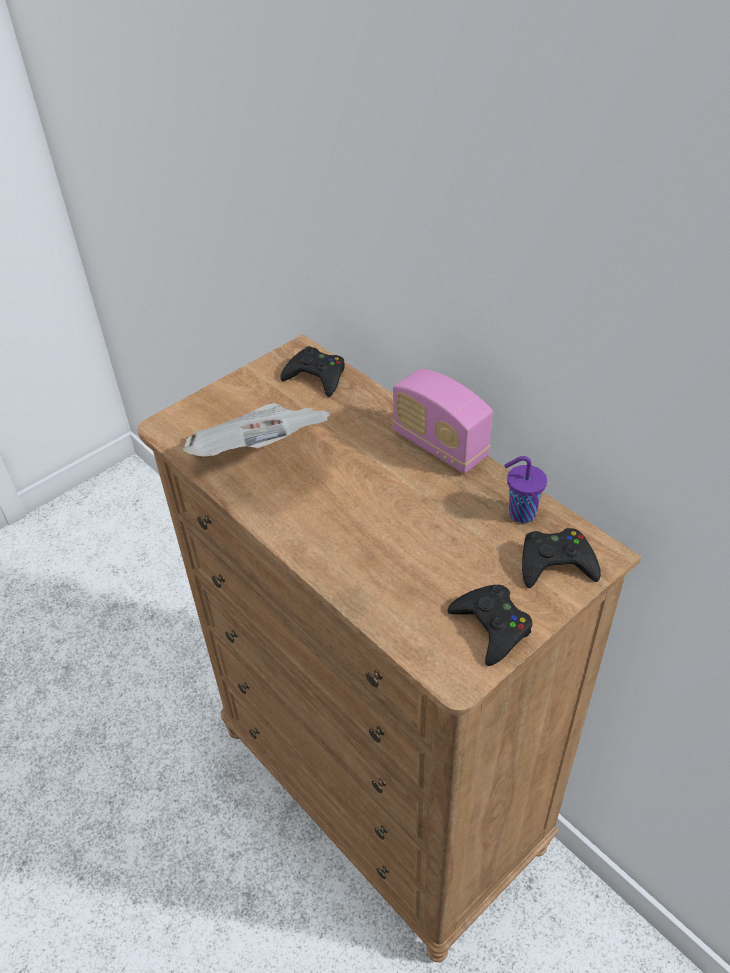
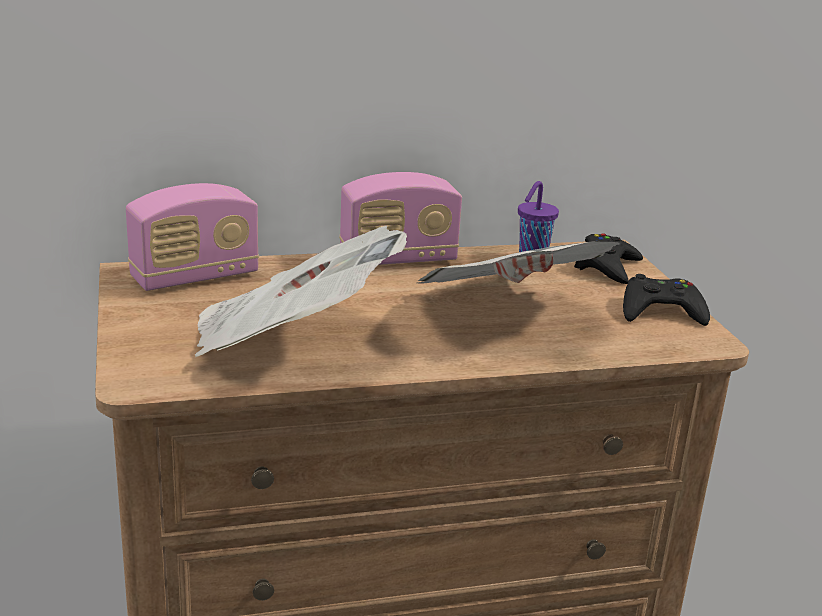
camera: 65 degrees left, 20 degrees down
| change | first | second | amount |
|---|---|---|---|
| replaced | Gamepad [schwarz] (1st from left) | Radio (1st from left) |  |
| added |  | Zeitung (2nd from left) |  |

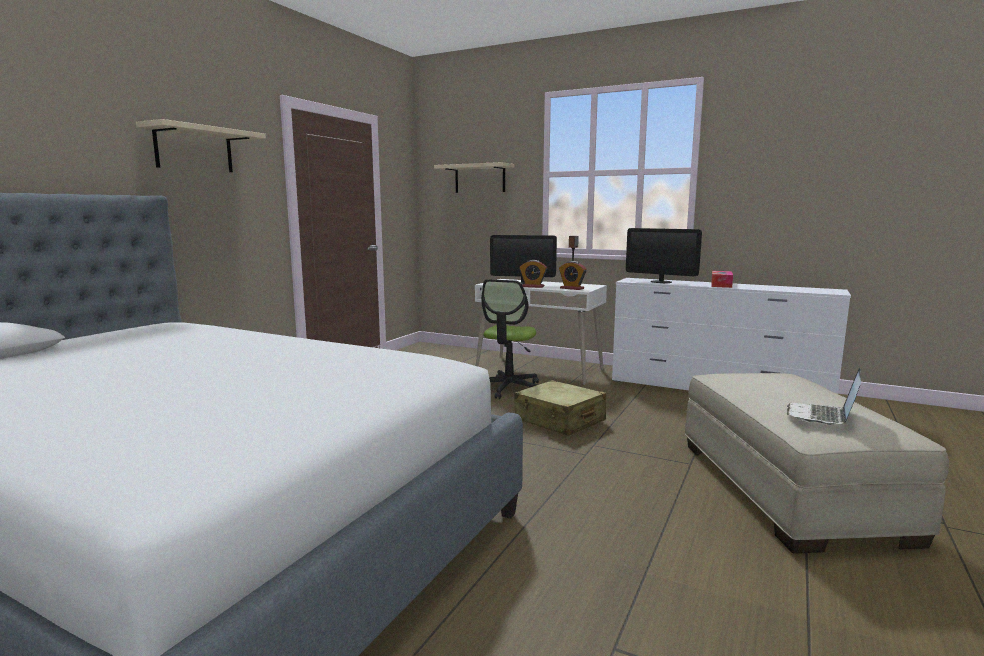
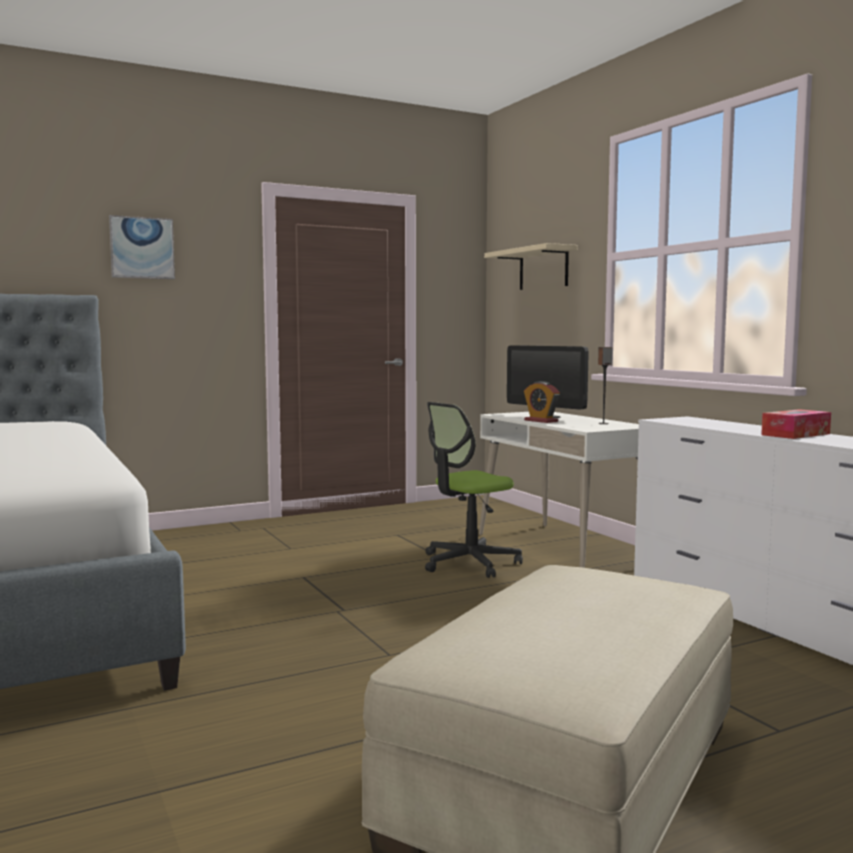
camera: 35 degrees right, 5 degrees down
| change | first | second | amount |
|---|---|---|---|
| replaced | Wandregal [beige] (1st from left) | Bild |  |
| removed | Koffer [beige] |  |  |
| removed | Wecker (2nd from left) |  |  |
| removed | Monitor (2nd from left) |  |  |
| removed | Laptop |  |  |

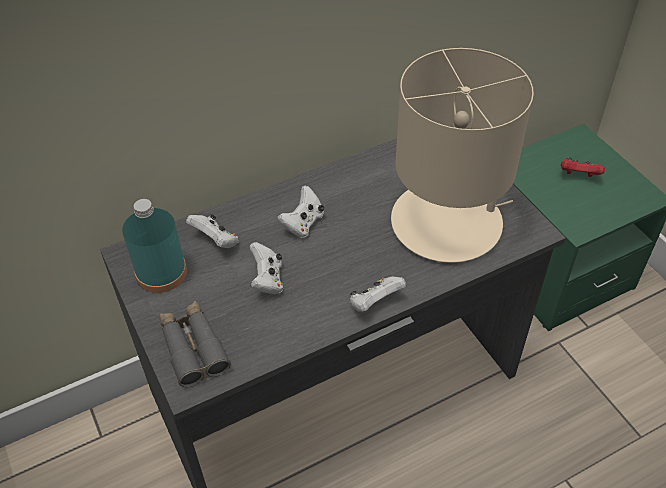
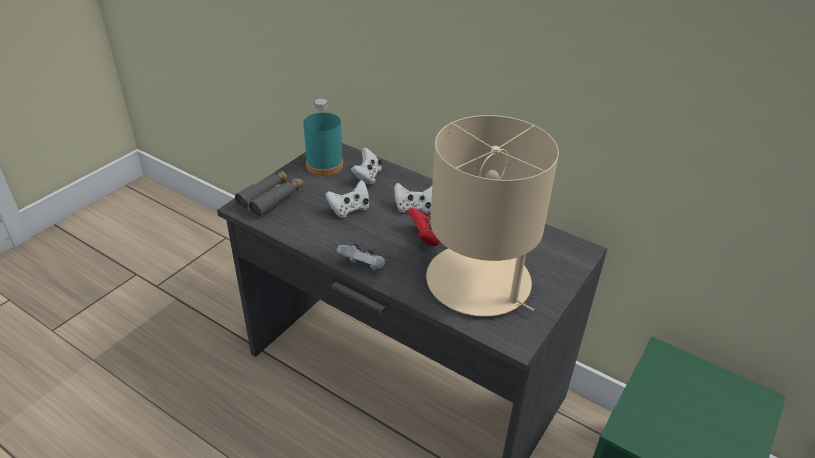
camera: 60 degrees right, 10 degrees down
| change | first | second | amount |
|---|---|---|---|
| moved | Gamepad [rot] |  |  |

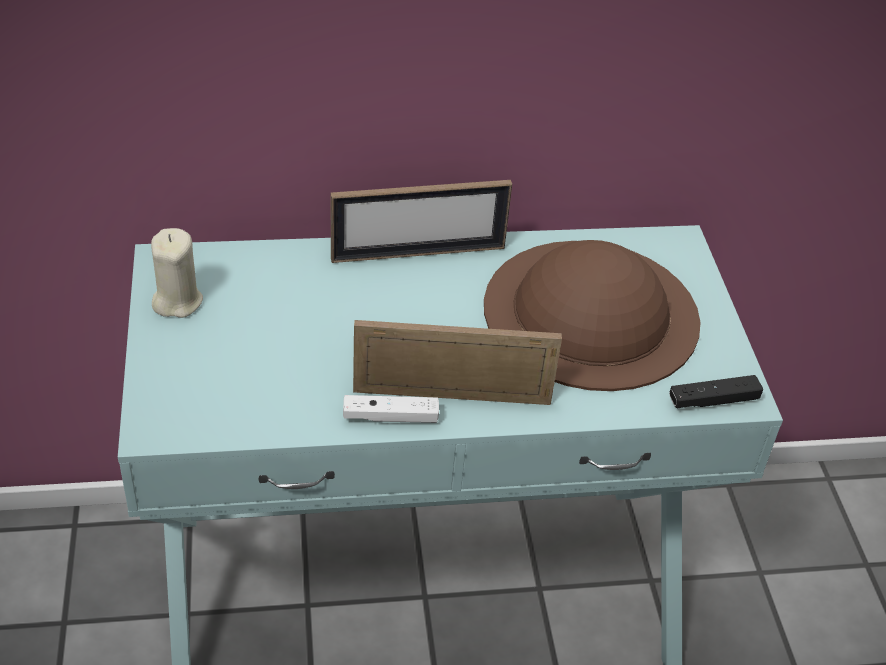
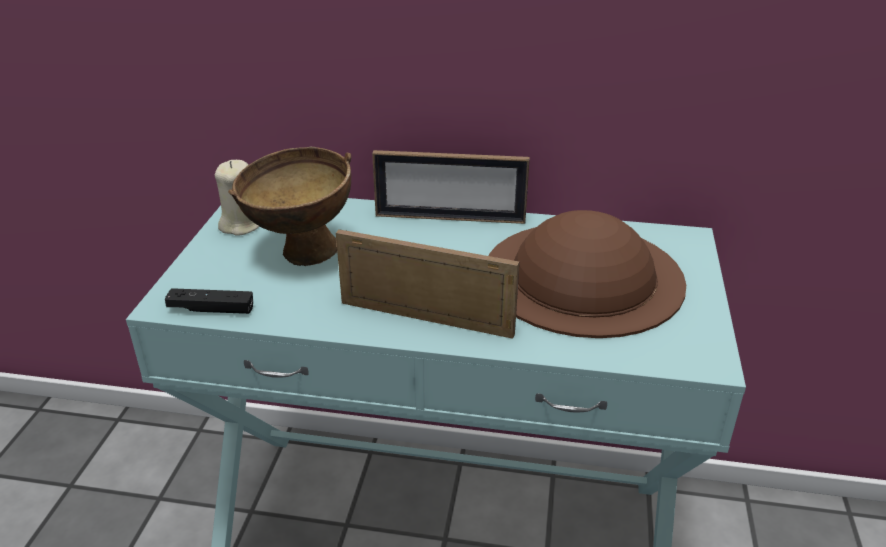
camera: 20 degrees right, 10 degrees down
| change | first | second | amount |
|---|---|---|---|
| moved | Gamepad [schwarz] |  |  |
| added |  | Schüssel [braun] |  |
| removed | Gamepad [weiß] |  |  |

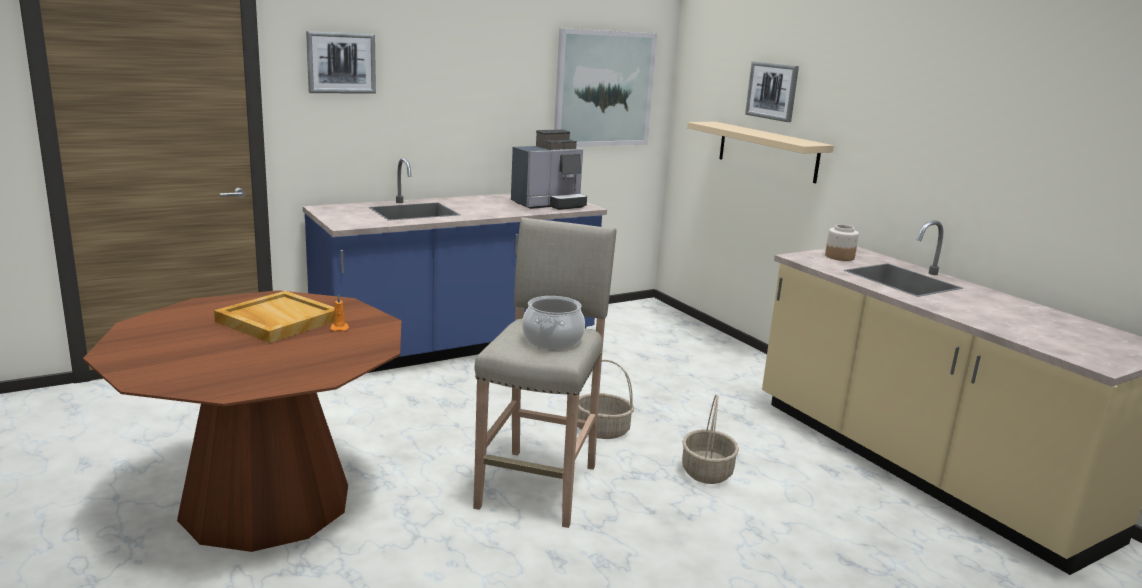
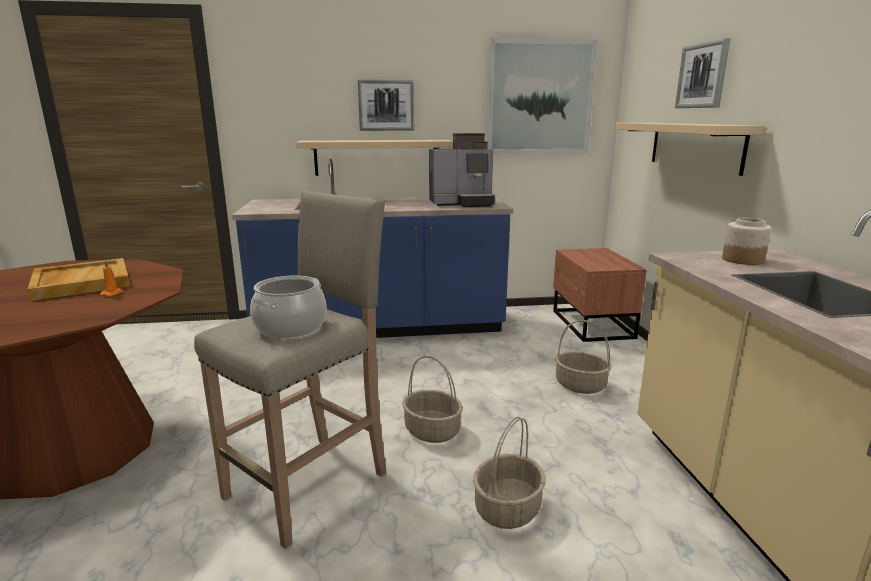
camera: 25 degrees right, 0 degrees up
| change | first | second | amount |
|---|---|---|---|
| added |  | Wandregal [beige] (1st from left) |  |
| moved | Bild (1st from left) |  |  |
| added |  | Nachttisch [braun] |  |
| added |  | Korb (3rd from left) |  |

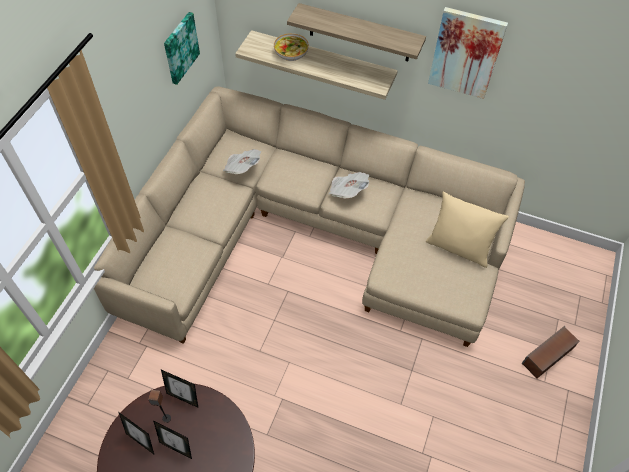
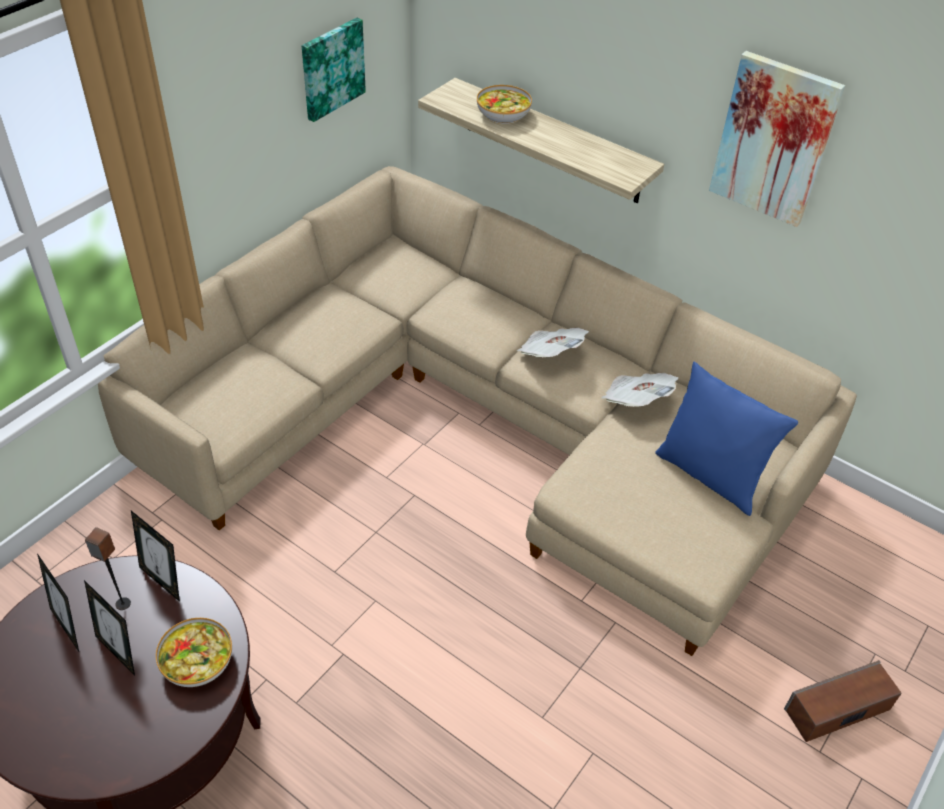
camera: 15 degrees right, 10 degrees down
| change | first | second | amount |
|---|---|---|---|
| added |  | Schüssel (1st from left) |  |
| moved | Zeitung (1st from left in the first image) | Zeitung (2nd from left) |  |
| recoloured | Kissen [beige] | Kissen [blau] |  |
| removed | Wandregal (2nd from left) |  |  |

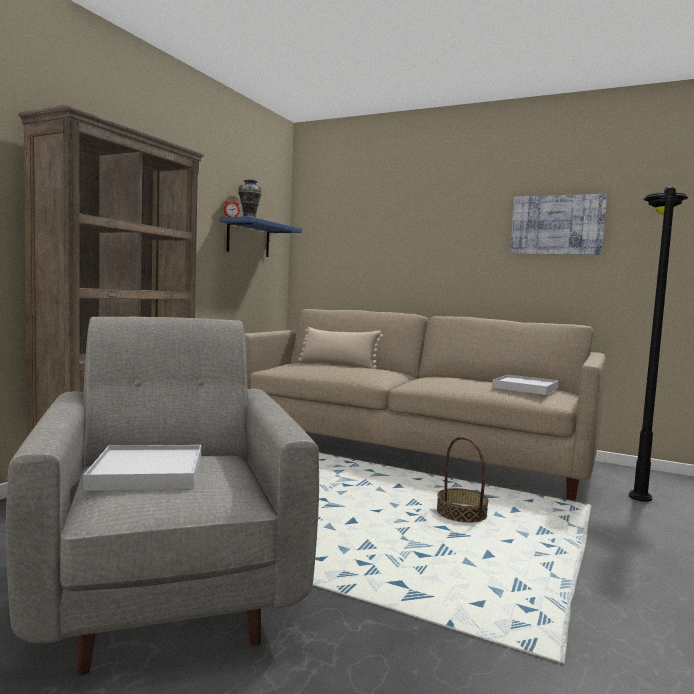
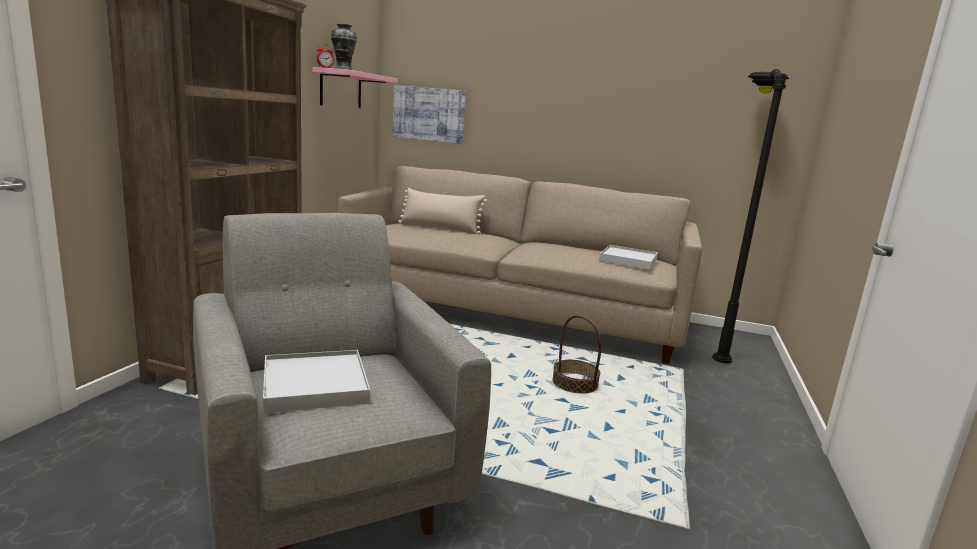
camera: 10 degrees left, 10 degrees up
| change | first | second | amount |
|---|---|---|---|
| recoloured | Wandregal [blau] | Wandregal [rosa] |  |
| moved | Bild |  |  |

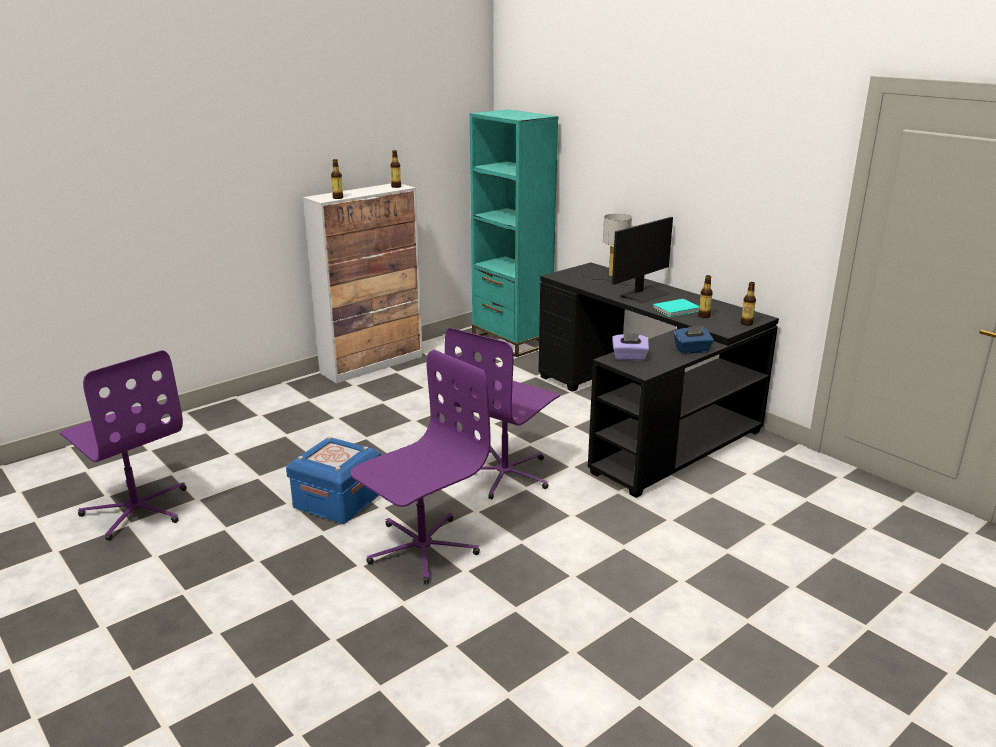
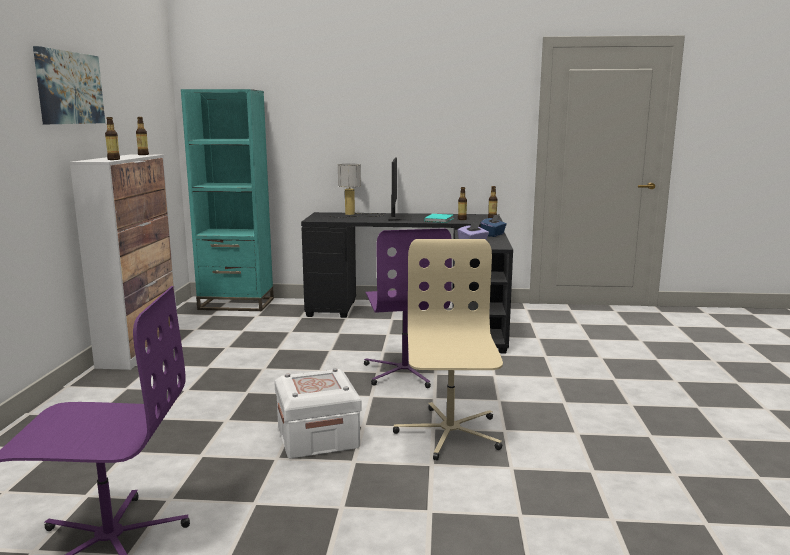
camera: 45 degrees left, 10 degrees down
| change | first | second | amount |
|---|---|---|---|
| added |  | Bild |  |
| recoloured | Aufbewahrungsbox [blau] | Aufbewahrungsbox [weiß] |  |
| recoloured | Bürostuhl [lila] (2nd from left) | Bürostuhl [beige] |  |

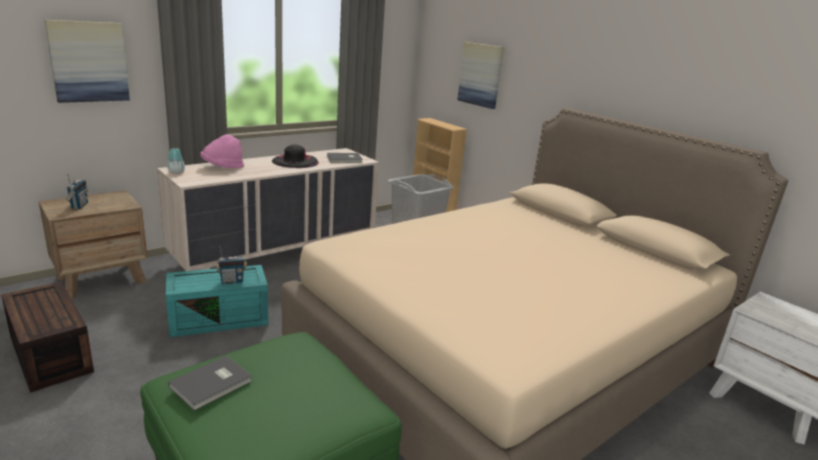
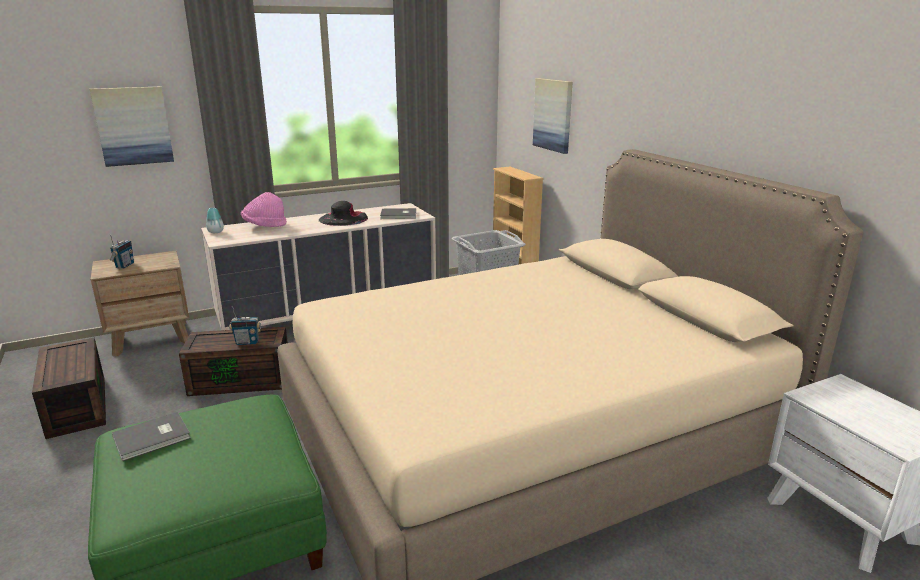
camera: 15 degrees right, 0 degrees up
| change | first | second | amount |
|---|---|---|---|
| recoloured | Aufbewahrungsbox [türkis] | Aufbewahrungsbox [braun] (2nd from left) |  |

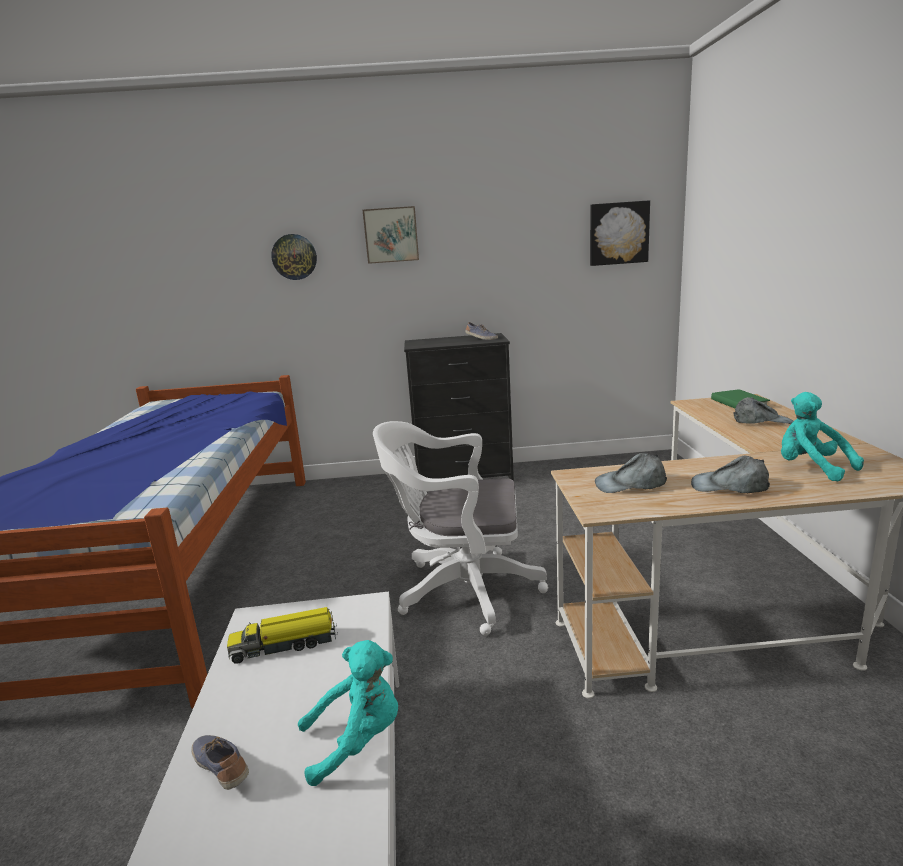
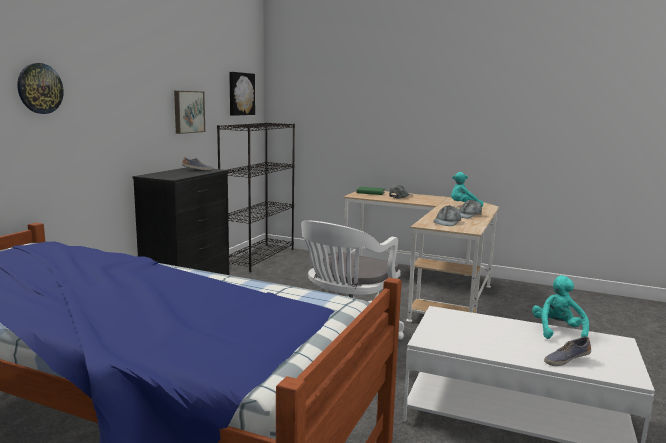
camera: 65 degrees left, 5 degrees down
| change | first | second | amount |
|---|---|---|---|
| moved | Bild (1st from left) |  |  |
| added |  | Bücherregal [schwarz] |  |
| removed | Spielzeuglaster |  |  |

